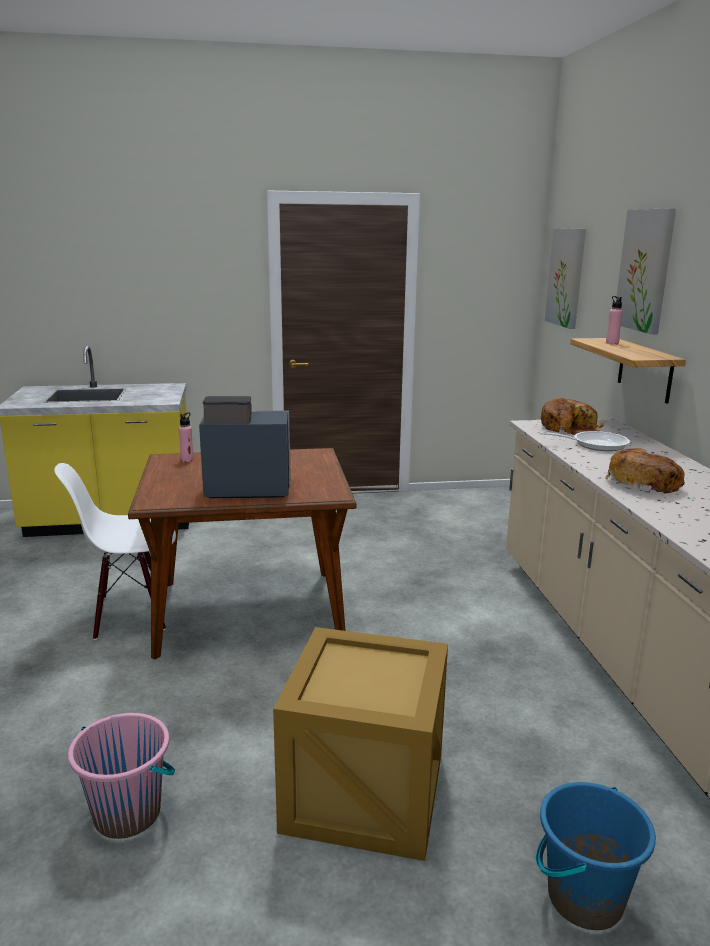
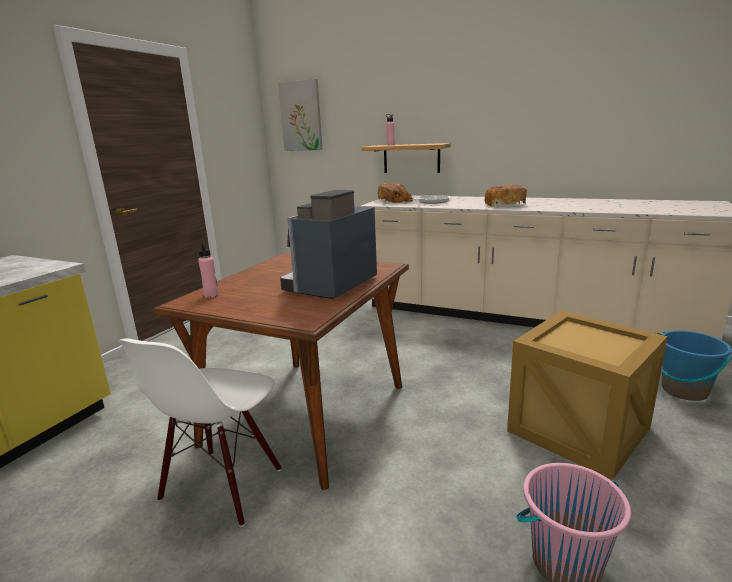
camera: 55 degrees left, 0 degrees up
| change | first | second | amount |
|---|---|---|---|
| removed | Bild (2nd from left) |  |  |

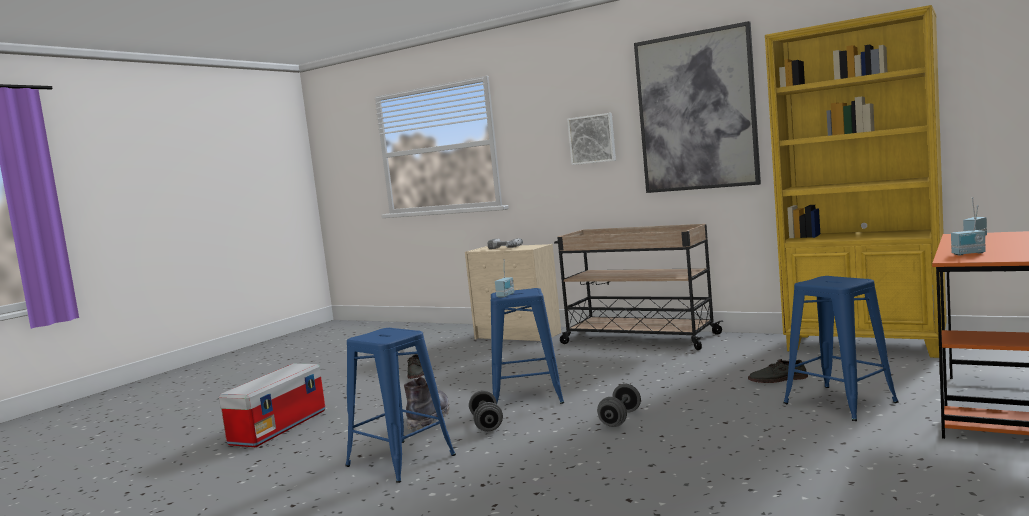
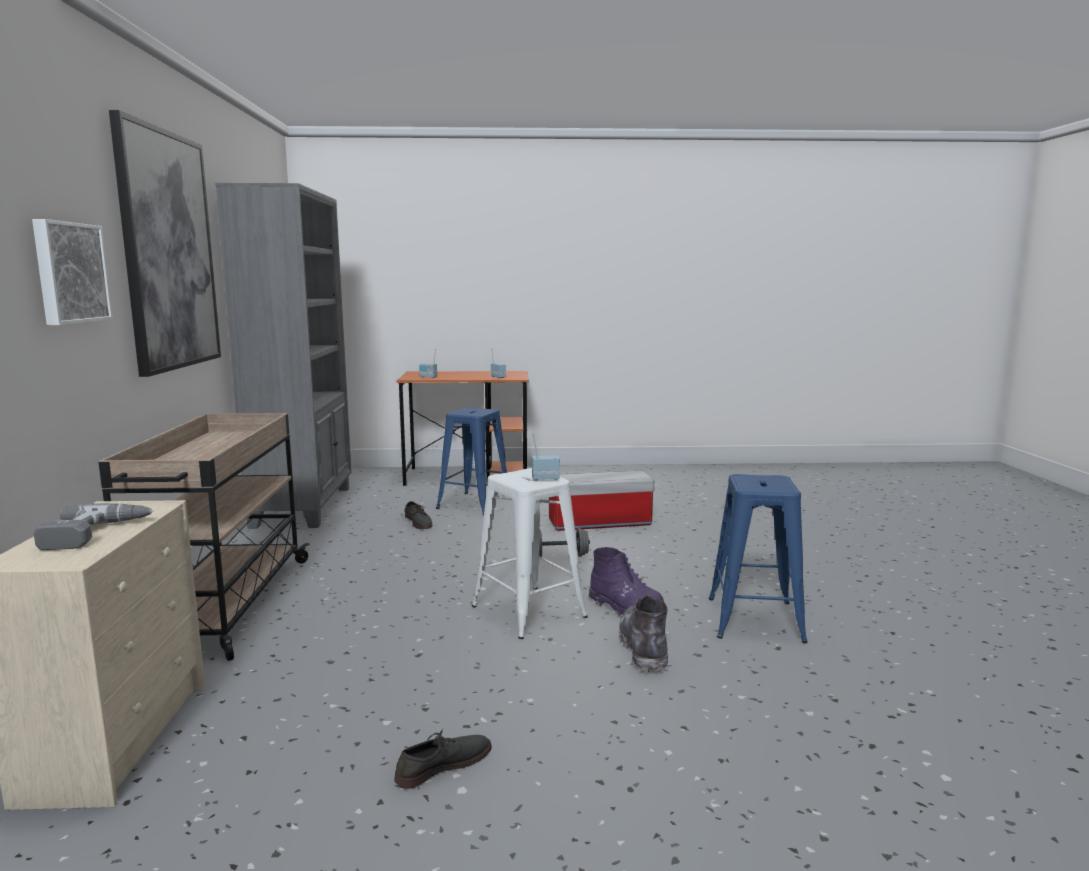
camera: 125 degrees left, 5 degrees up
| change | first | second | amount |
|---|---|---|---|
| recoloured | Bücherregal [gelb] | Bücherregal [grau] |  |
| recoloured | Hocker [blau] (2nd from left) | Hocker [weiß] |  |
| moved | Aufbewahrungsbox |  |  |
| replaced | Hantel [grau] (1st from left) | Stiefel [lila] |  |
| turned | Stiefel [grau] |  | 105 degrees clockwise |

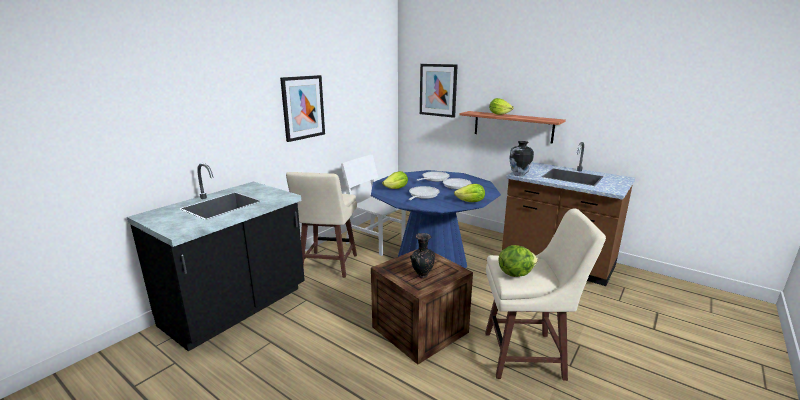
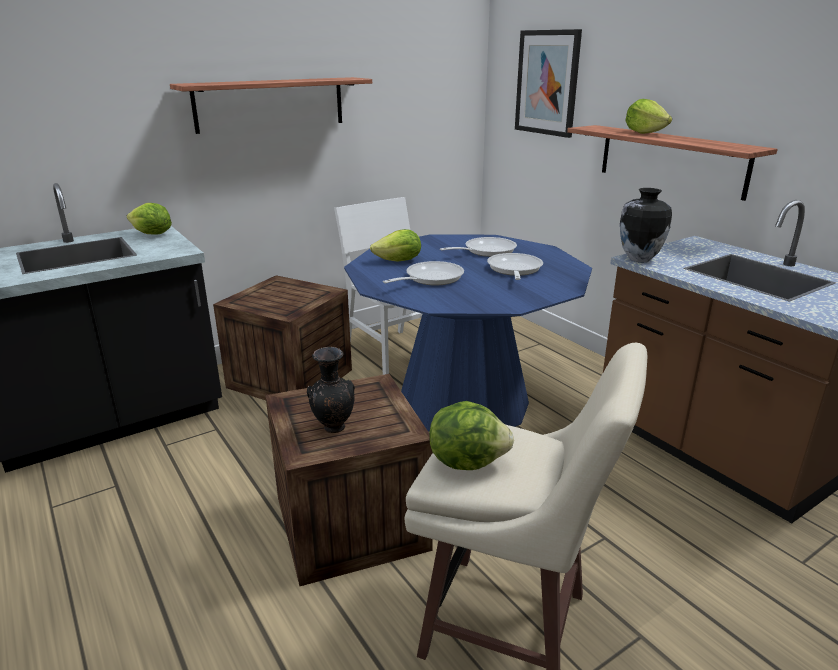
camera: 20 degrees right, 5 degrees up
| change | first | second | amount |
|---|---|---|---|
| moved | Salatkopf (2nd from left in the first image) | Salatkopf (1st from left) |  |
| replaced | Bild (1st from left) | Wandregal (1st from left) |  |
| replaced | Hocker [beige] (1st from left) | Kiste (1st from left) |  |

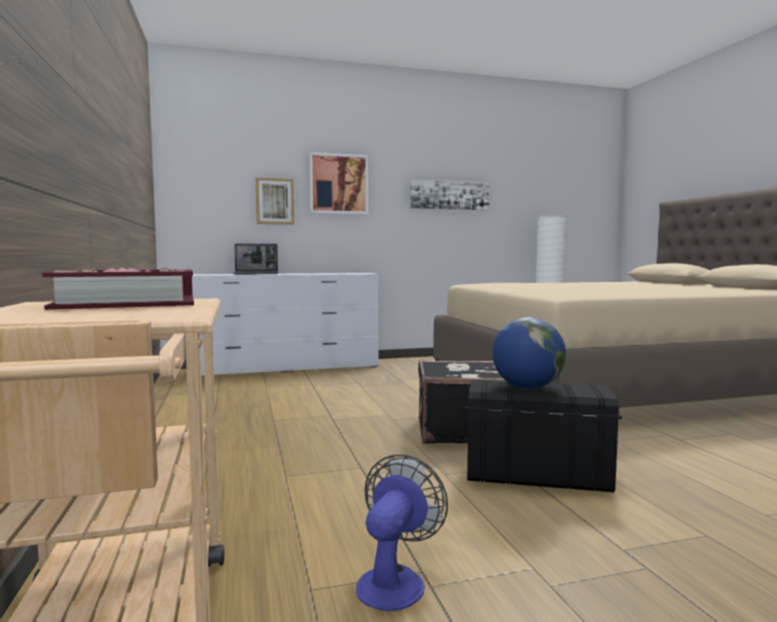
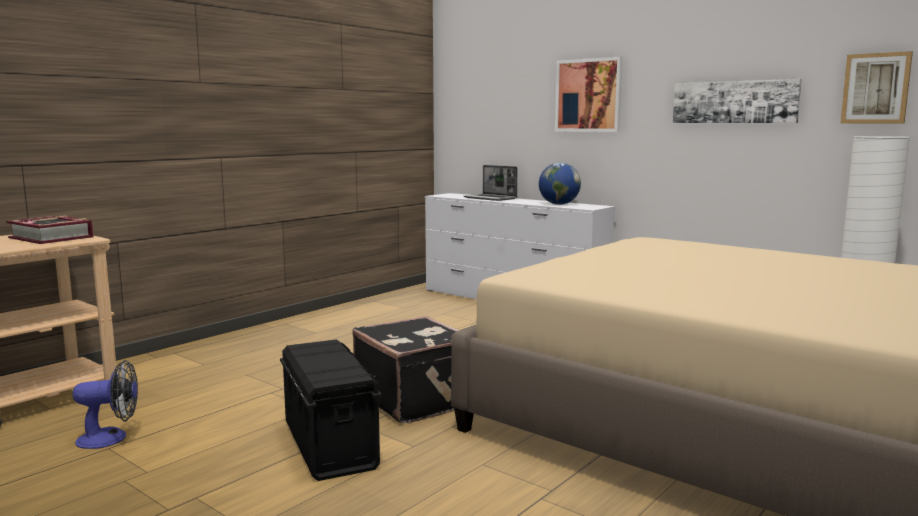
camera: 55 degrees right, 5 degrees up
| change | first | second | amount |
|---|---|---|---|
| moved | Globus |  |  |
| moved | Bild (1st from left in the first image) | Bild (3rd from left) |  |

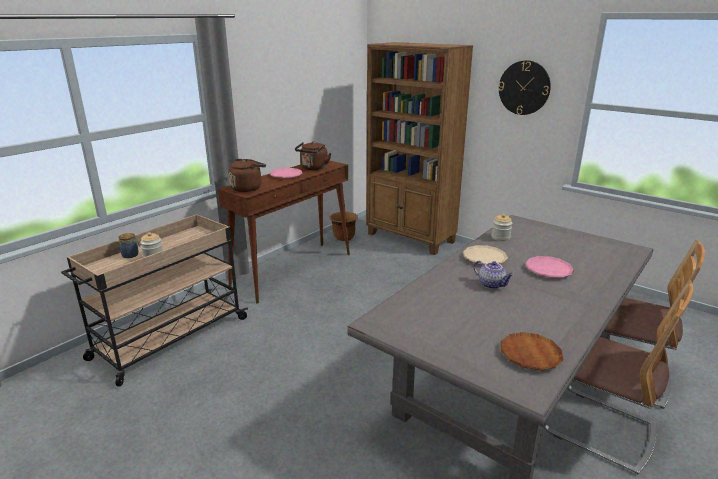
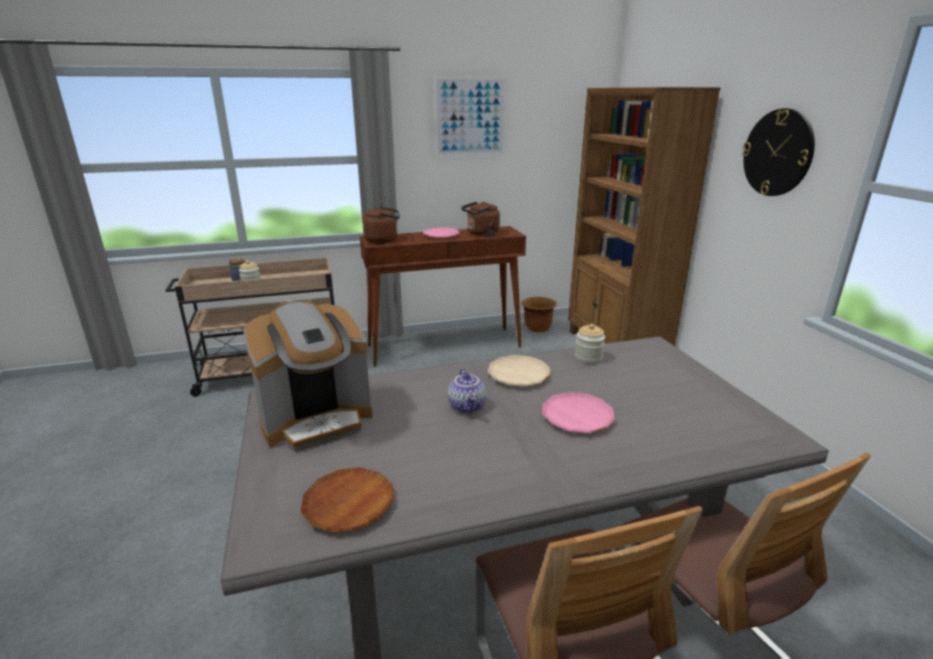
camera: 35 degrees right, 0 degrees up
| change | first | second | amount |
|---|---|---|---|
| added |  | Kaffeemaschine |  |
| added |  | Bild |  |

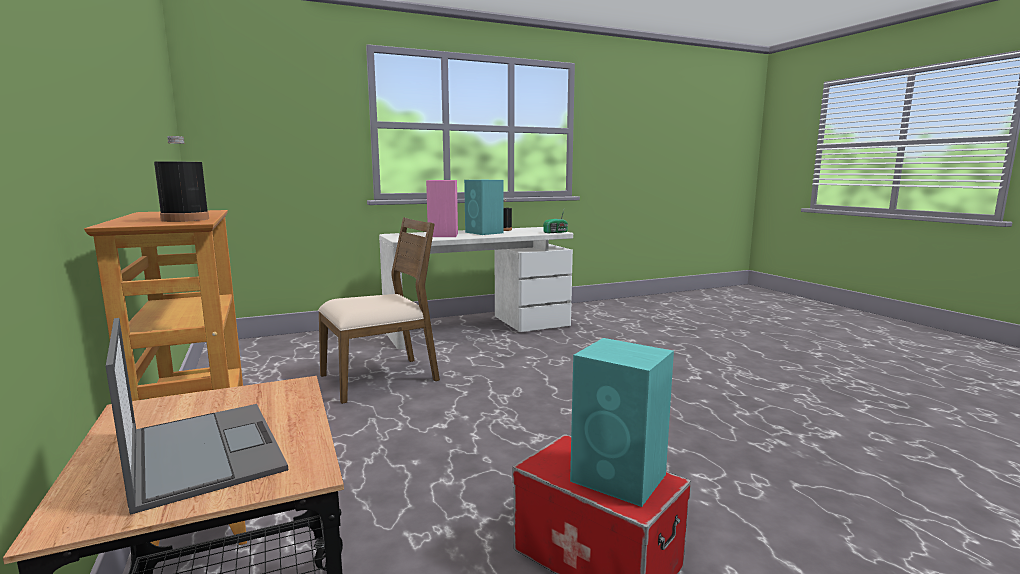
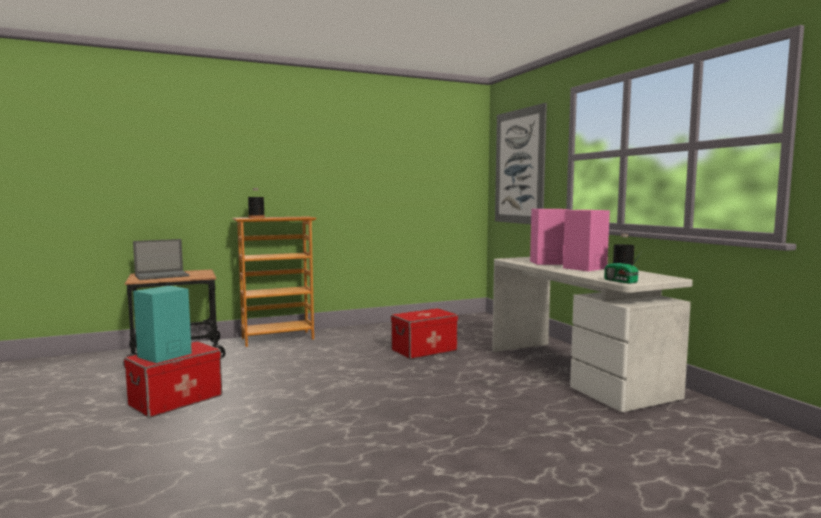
camera: 90 degrees right, 5 degrees down
| change | first | second | amount |
|---|---|---|---|
| replaced | Stuhl [braun] | Aufbewahrungsbox (2nd from left) |  |
| added |  | Bild |  |
| recoloured | Lautsprecher [türkis] (1st from left) | Lautsprecher [rosa] (2nd from left) |  |

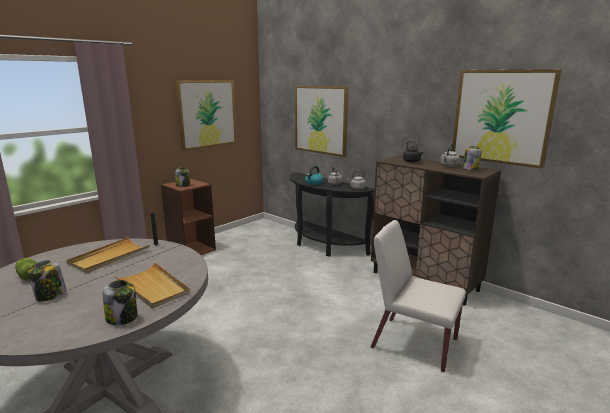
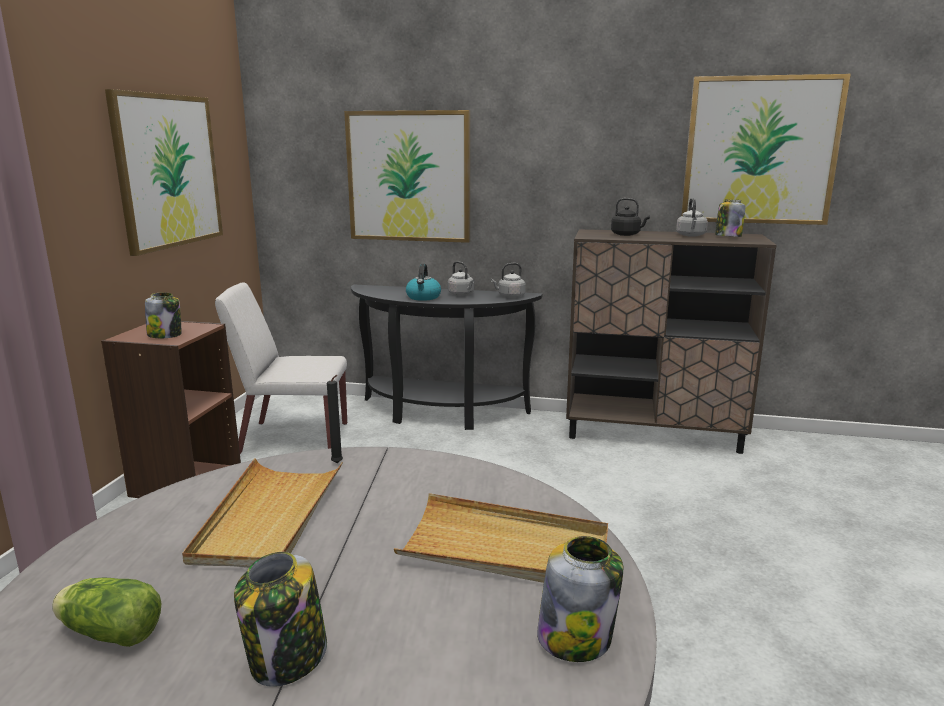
camera: 30 degrees left, 0 degrees up
| change | first | second | amount |
|---|---|---|---|
| moved | Stuhl [weiß] |  |  |

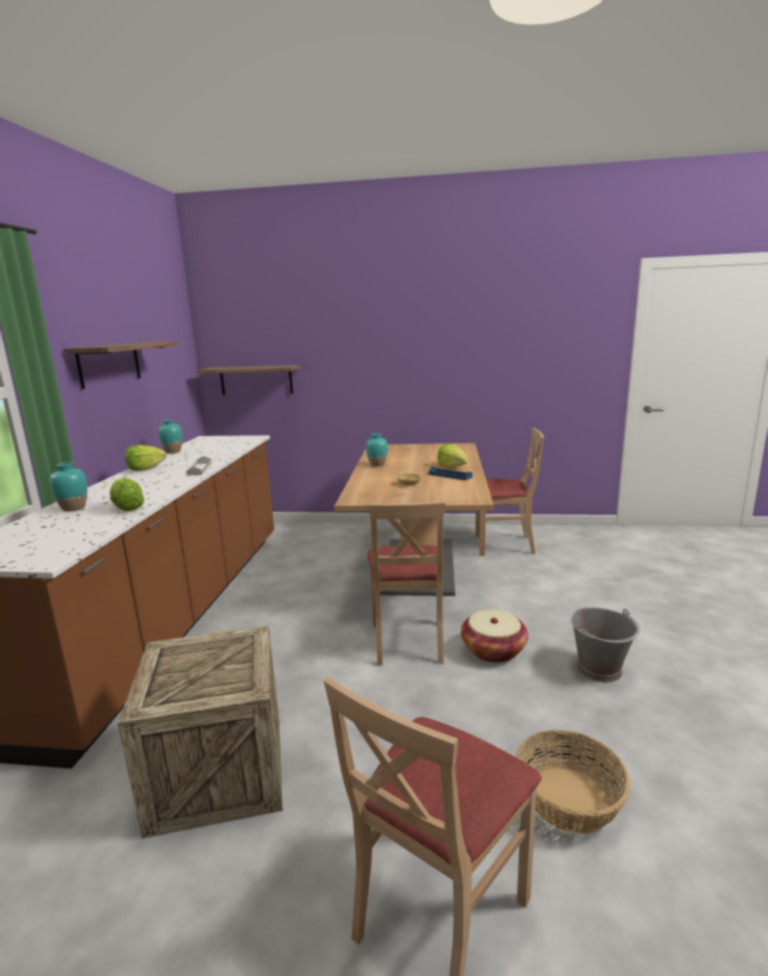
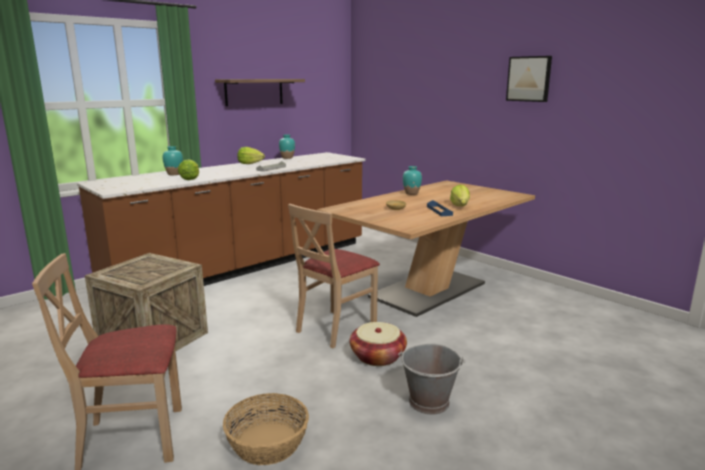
camera: 40 degrees right, 0 degrees up
| change | first | second | amount |
|---|---|---|---|
| added |  | Bild |  |
| removed | Wandregal (2nd from left) |  |  |
| removed | Stuhl [beige] (3rd from left) |  |  |

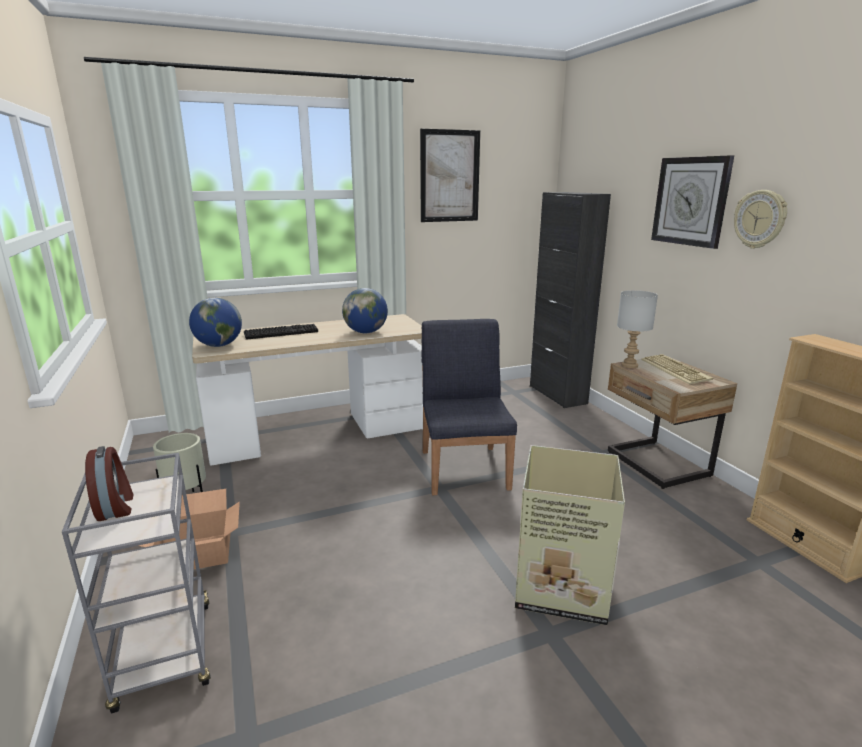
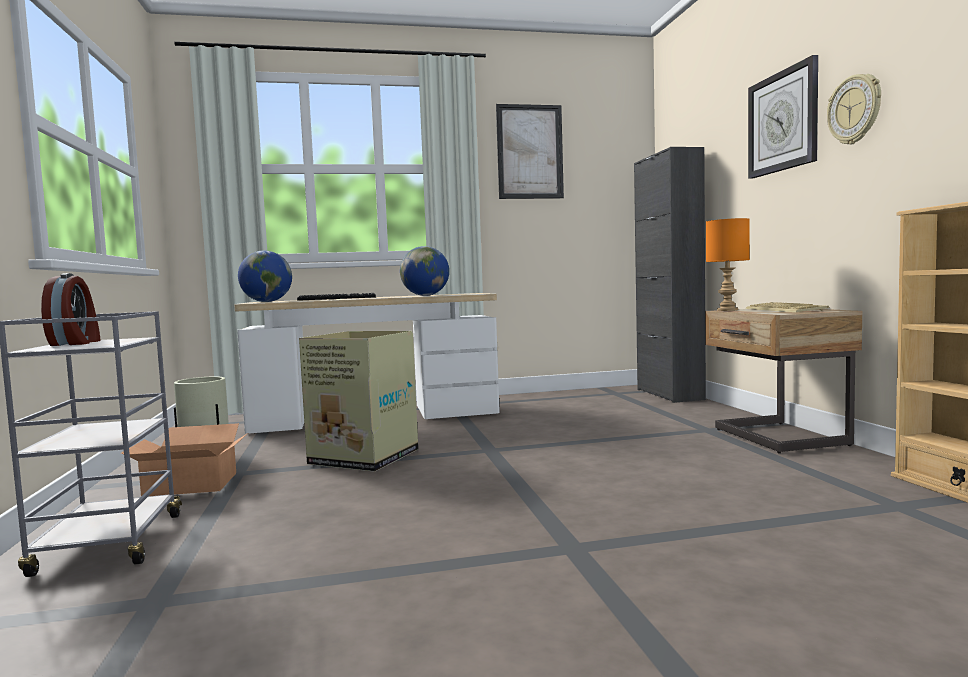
camera: 10 degrees right, 15 degrees down
| change | first | second | amount |
|---|---|---|---|
| moved | Karton (2nd from left) |  |  |
| recoloured | Tischlampe [grau] | Tischlampe [orange] |  |
| removed | Stuhl [blau] |  |  |

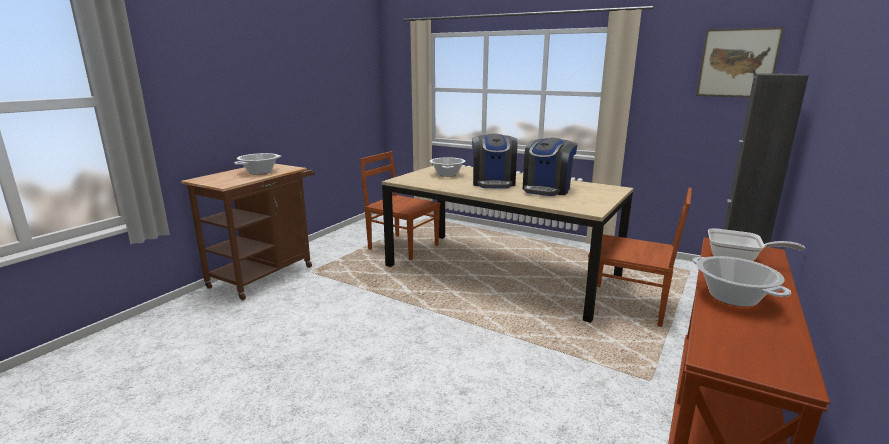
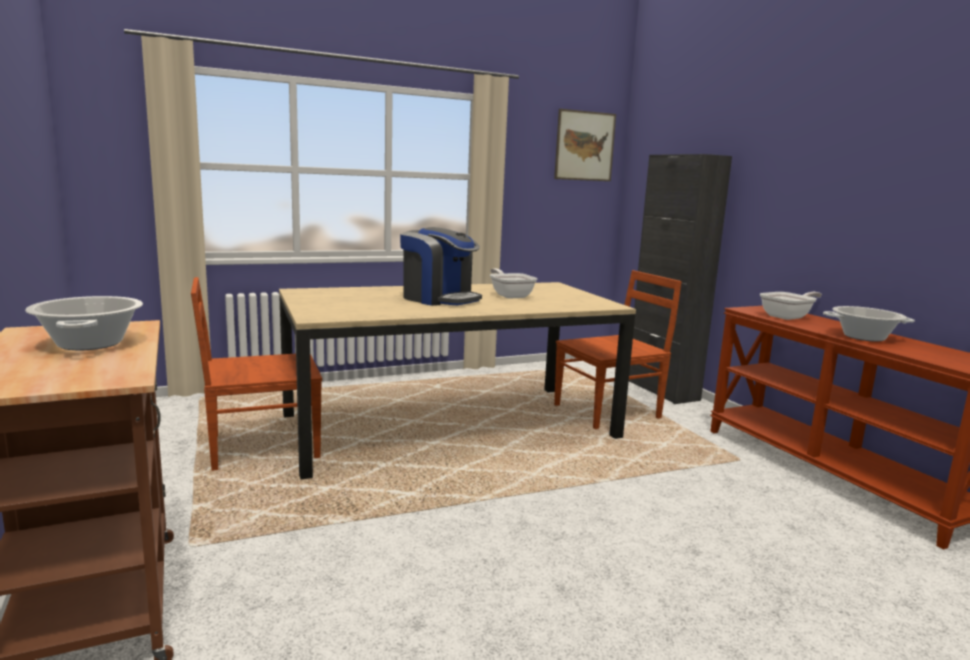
camera: 55 degrees left, 5 degrees down
| change | first | second | amount |
|---|---|---|---|
| replaced | Kaffeemaschine (2nd from left) | Pfanne (1st from left) |  |
| removed | Kochtopf (2nd from left) |  |  |

